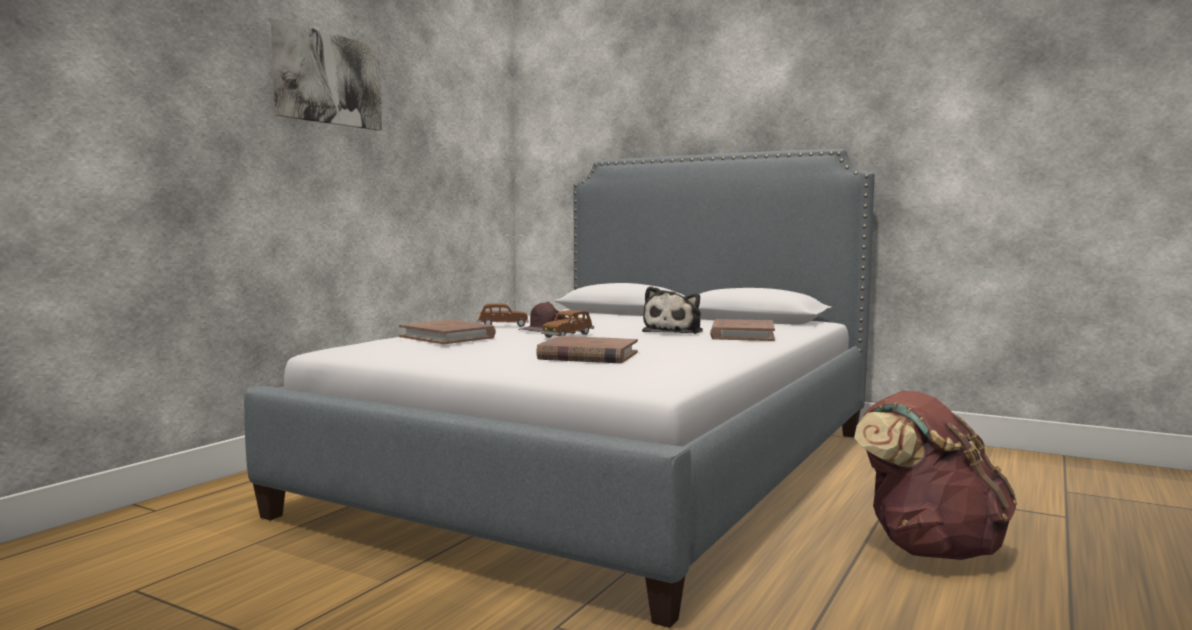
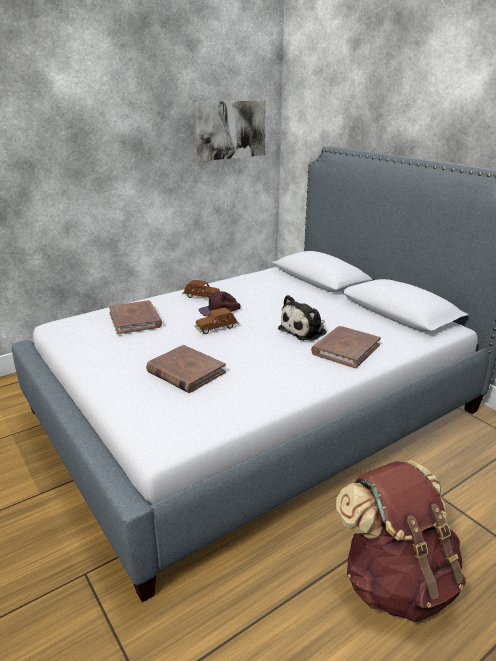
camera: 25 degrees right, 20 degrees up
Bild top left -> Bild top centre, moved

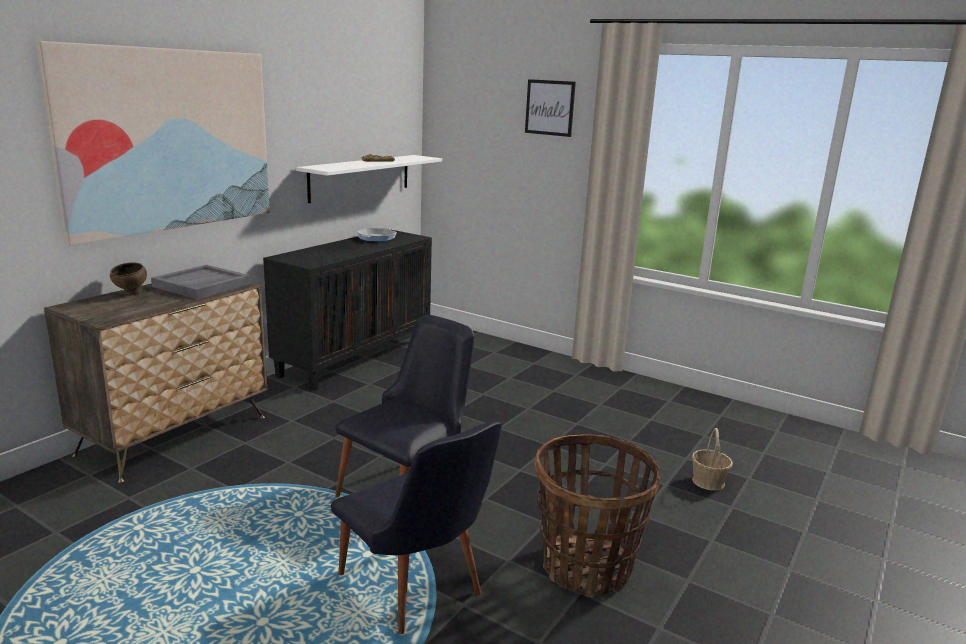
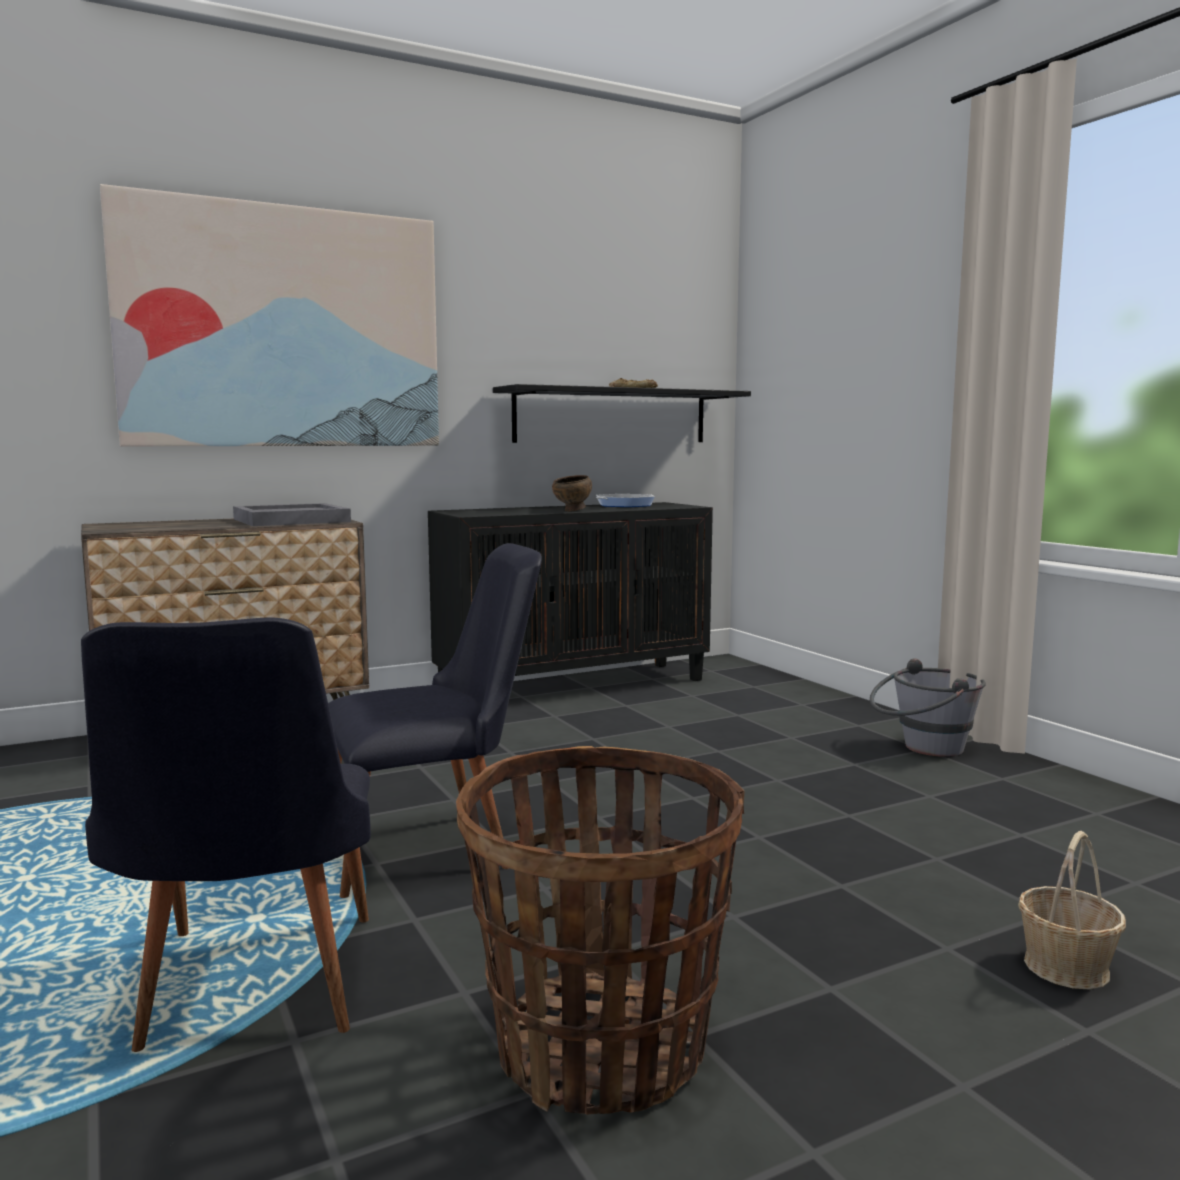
camera: 30 degrees right, 10 degrees down
Schüssel [braun] middle left -> Schüssel [braun] centre, moved
Wandregal [weiß] top centre -> Wandregal [schwarz] centre
Bild (2nd from left) top centre -> none
none -> Eimer [grau] middle right

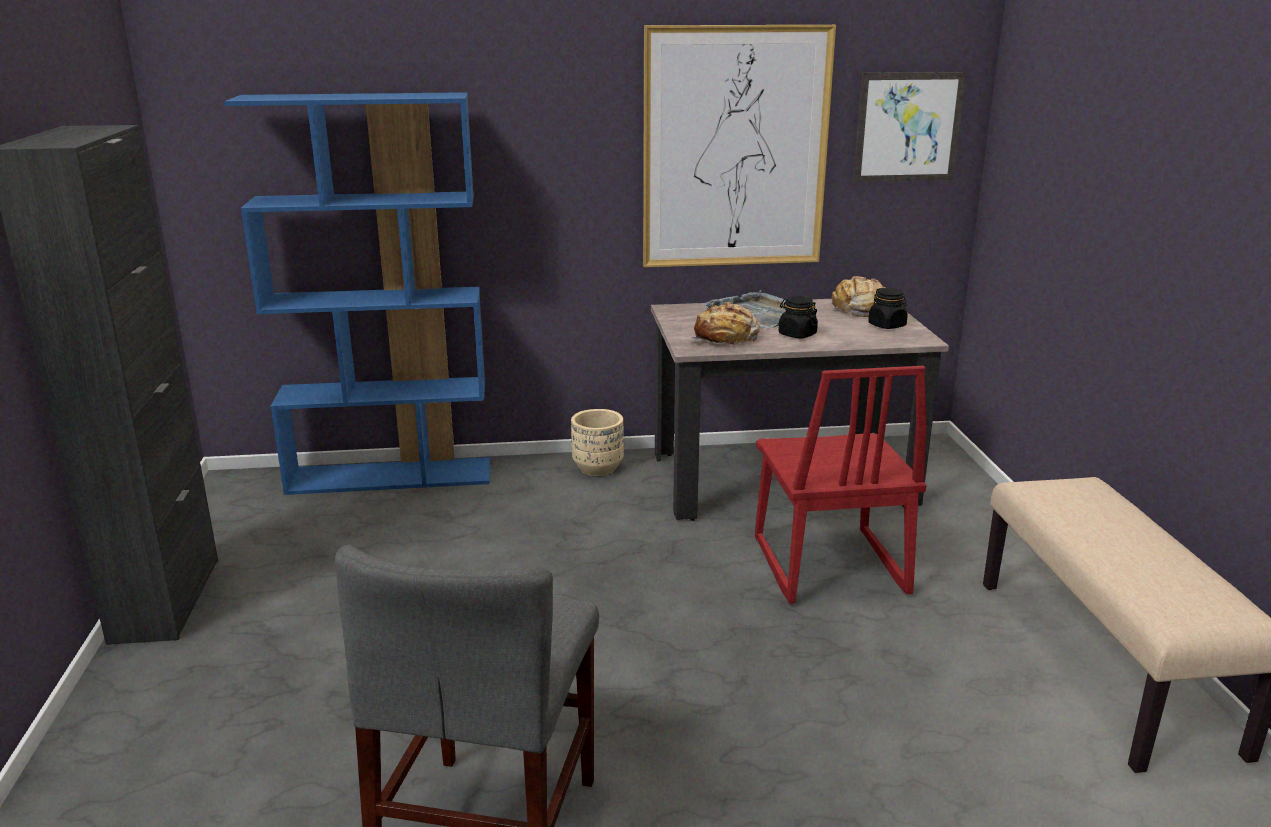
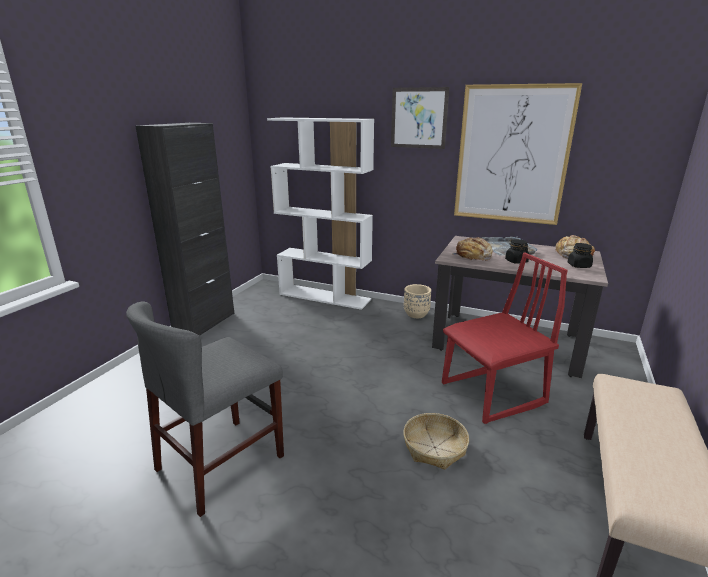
camera: 30 degrees right, 0 degrees up
Bücherregal [blau] middle left -> Bücherregal [weiß] centre
Stuhl [rot] centre -> Stuhl [rot] middle right, 135 degrees counterclockwise
Bild (2nd from left in the first image) top right -> Bild (1st from left) top centre, moved
none -> Korb bottom centre

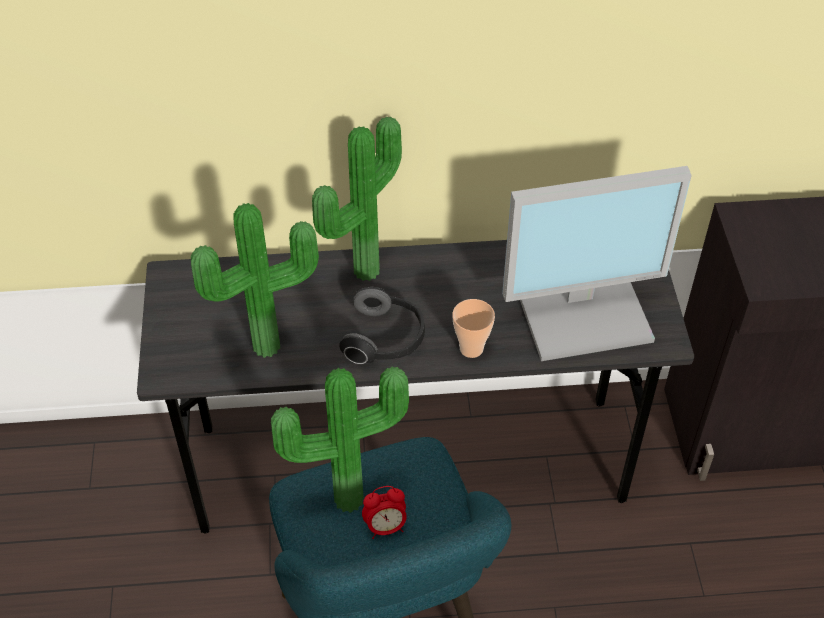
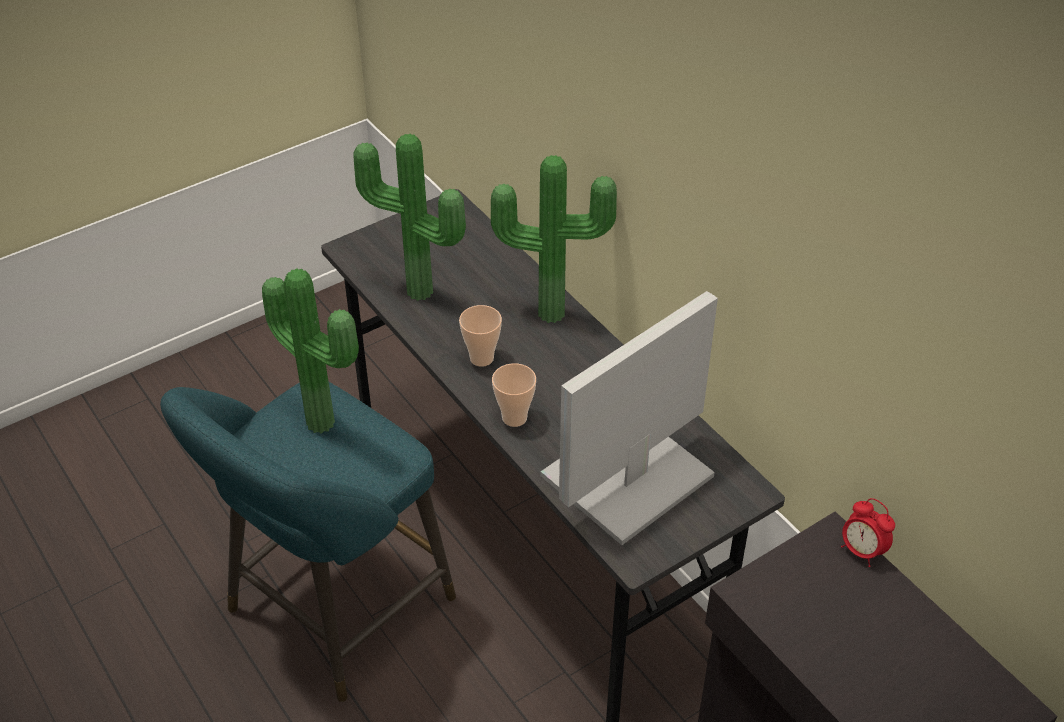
camera: 60 degrees right, 5 degrees down
Kopfhörer centre -> Tasse (1st from left) centre
Wecker bottom centre -> Wecker bottom right, moved
Monitor middle right -> Monitor centre, 90 degrees clockwise

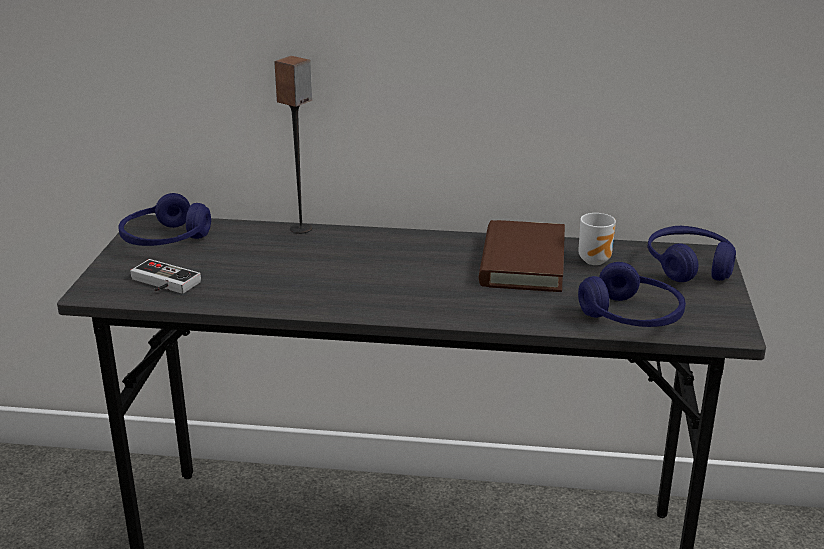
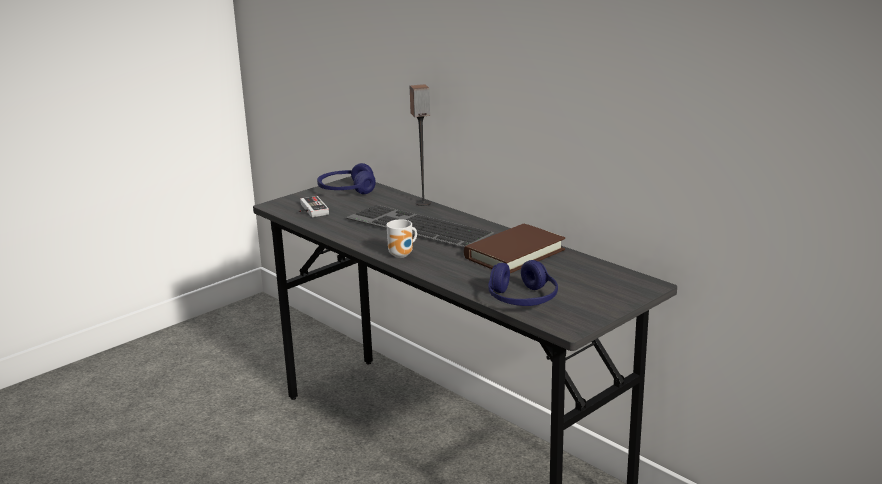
camera: 40 degrees right, 5 degrees down
Henkelbecher middle right -> Henkelbecher centre, moved
Kopfhörer [blau] (3rd from left) middle right -> none
none -> Tastatur centre

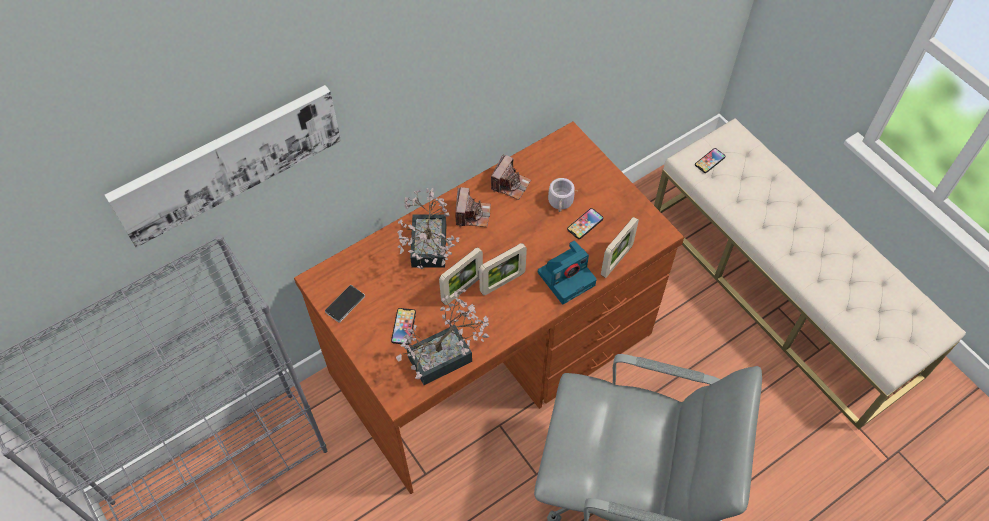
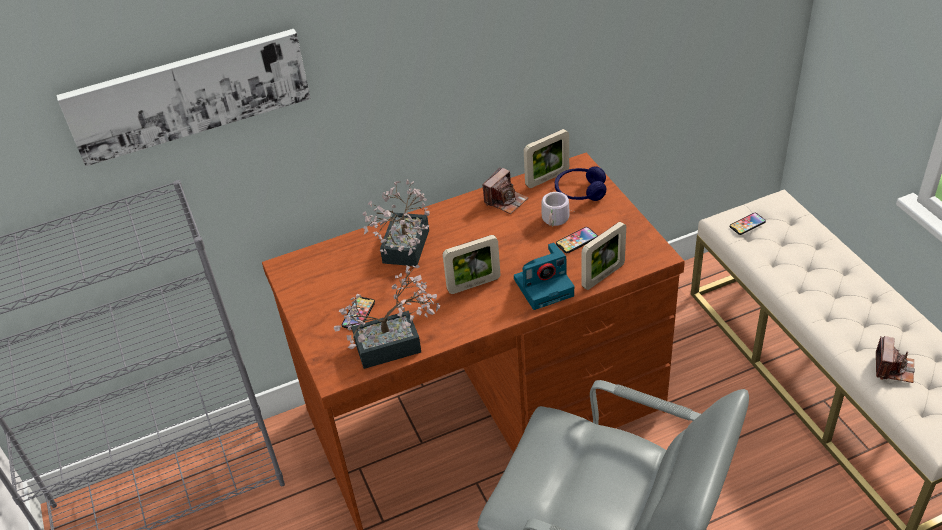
camera: 15 degrees right, 15 degrees down
Handy (1st from left) centre -> none
Bilderrahmen (1st from left in the first image) centre -> Bilderrahmen (2nd from left) top centre, moved
Kamera (1st from left in the first image) centre -> Kamera (3rd from left) bottom right, moved
none -> Kopfhörer [blau] centre

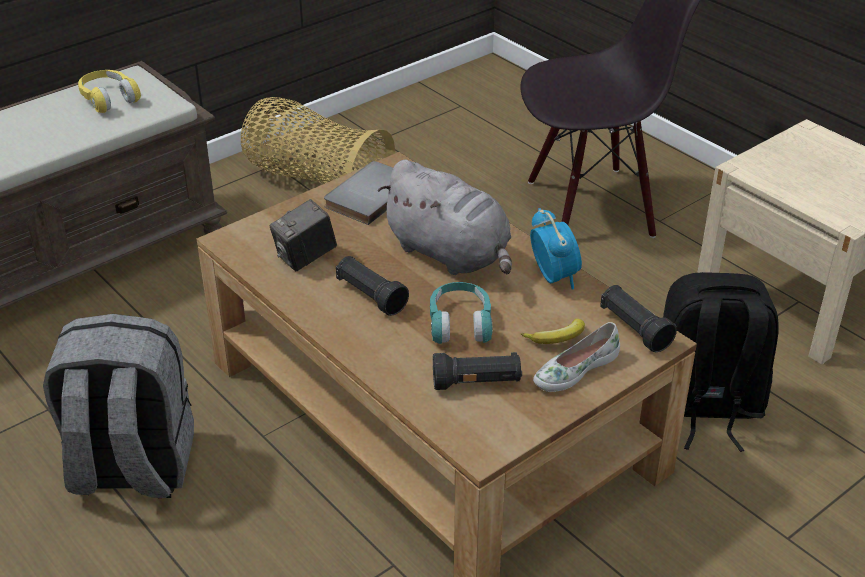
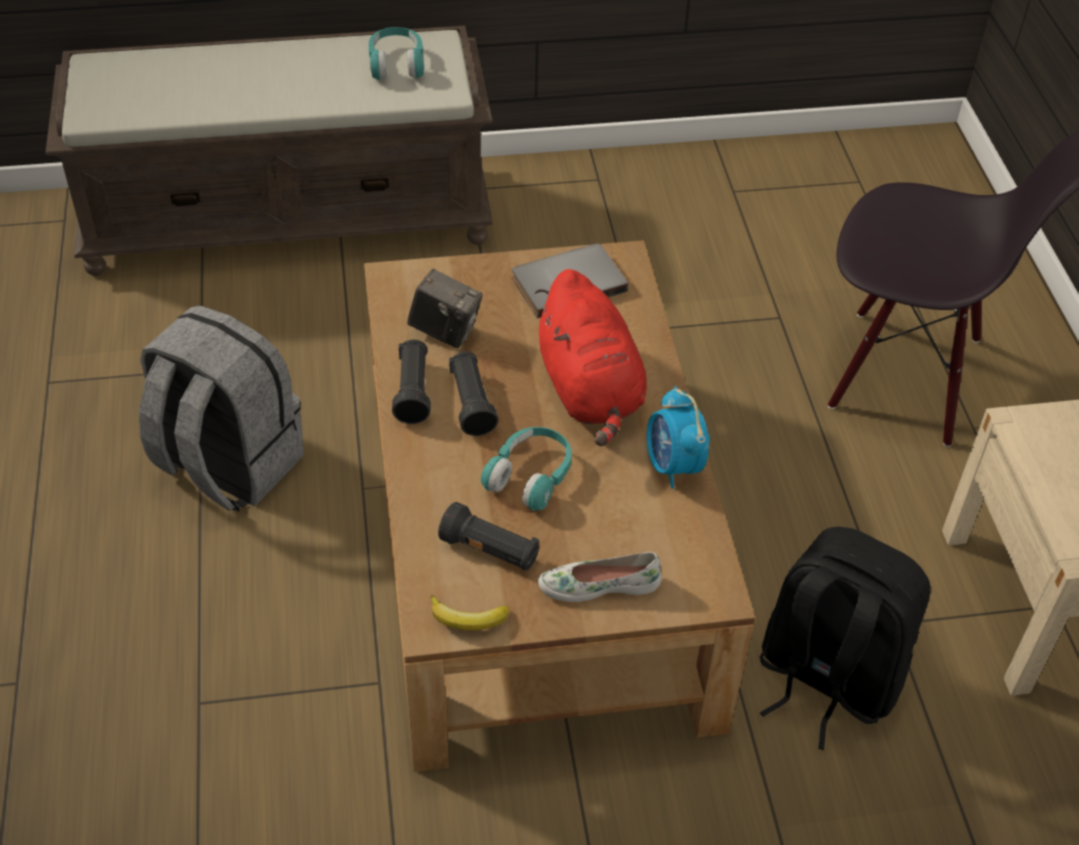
camera: 30 degrees right, 10 degrees up
Kopfhörer [gelb] top left -> Kopfhörer [türkis] (1st from left) top centre
Korb top centre -> none
Kamera centre, 150 degrees counterclockwise
Plüschtier [grau] centre -> Plüschtier [rot] centre
Banane centre -> Banane bottom centre, moved
Wecker centre, 150 degrees clockwise
Taschenlampe [schwarz] (3rd from left in the first image) middle right -> Taschenlampe [schwarz] (1st from left) centre, moved

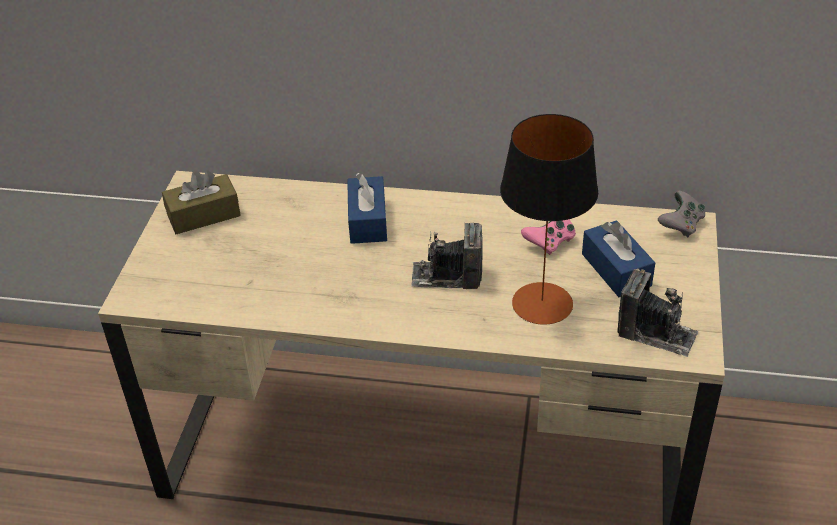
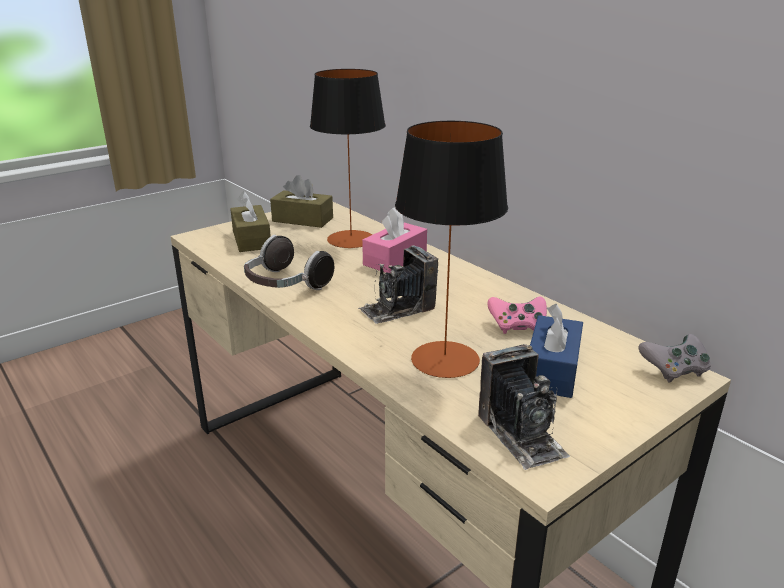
camera: 40 degrees right, 15 degrees down
Taschentuchbox [blau] (1st from left) centre -> Taschentuchbox [rosa] centre
Kamera (1st from left) centre, 75 degrees counterclockwise
none -> Taschentuchbox [braun] (1st from left) middle left
none -> Kopfhörer centre
none -> Tischlampe (1st from left) top centre

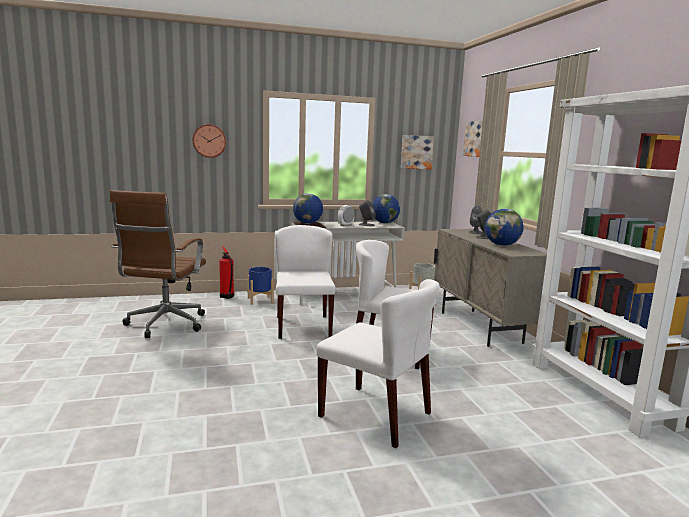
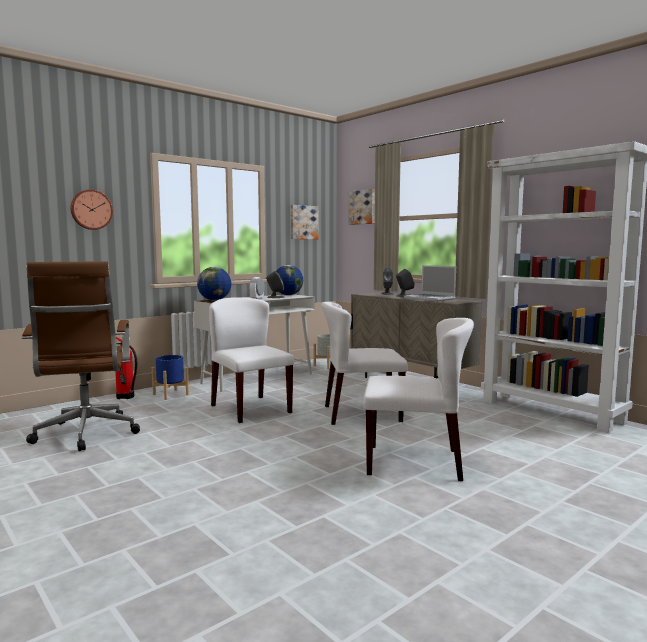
camera: 25 degrees left, 5 degrees down
Globus (3rd from left) middle right -> Laptop centre

